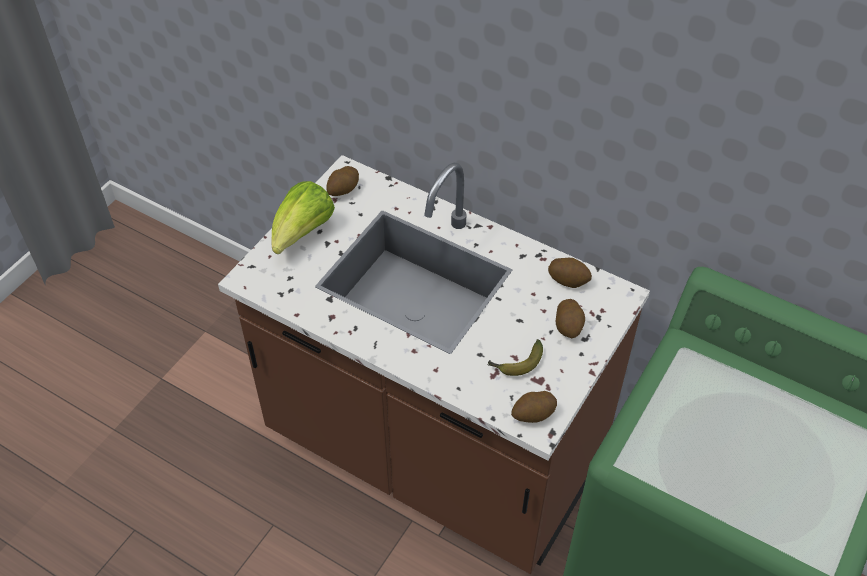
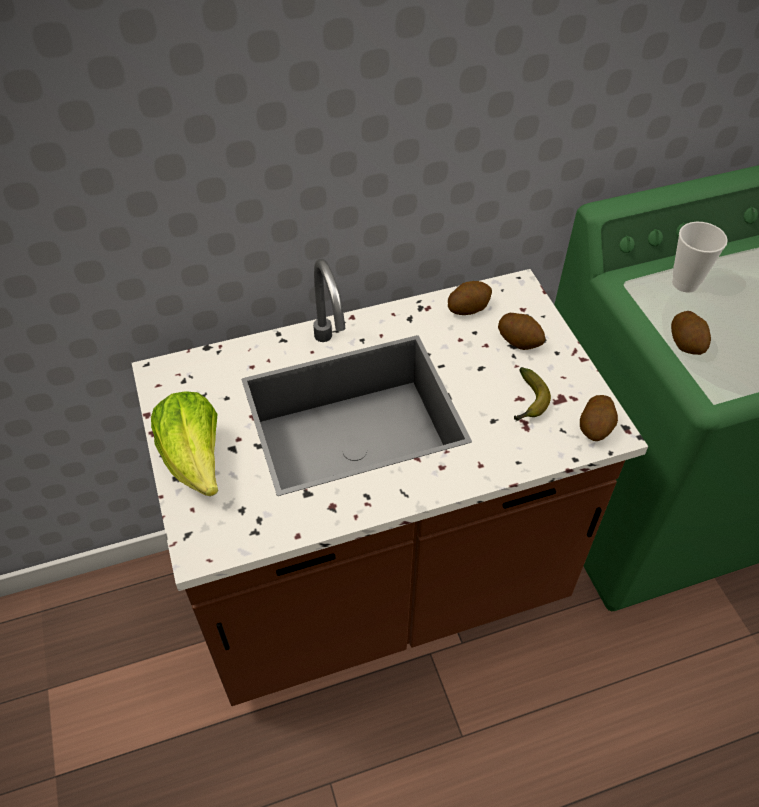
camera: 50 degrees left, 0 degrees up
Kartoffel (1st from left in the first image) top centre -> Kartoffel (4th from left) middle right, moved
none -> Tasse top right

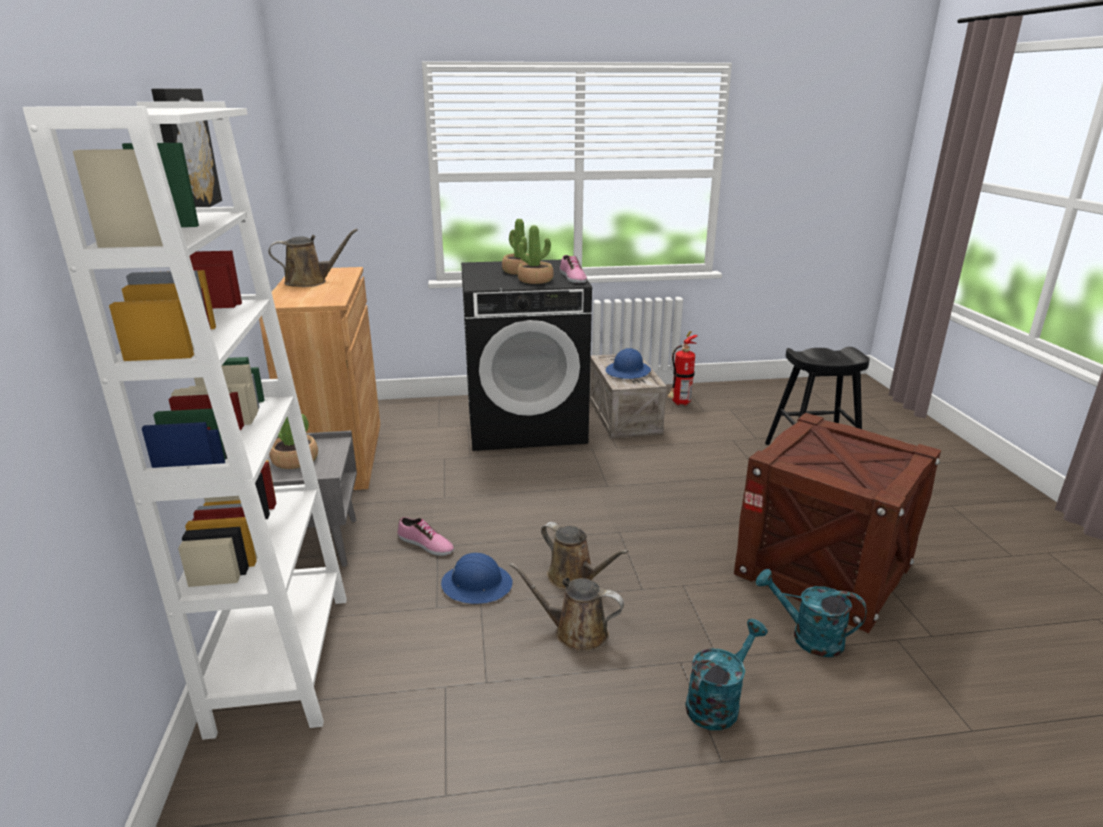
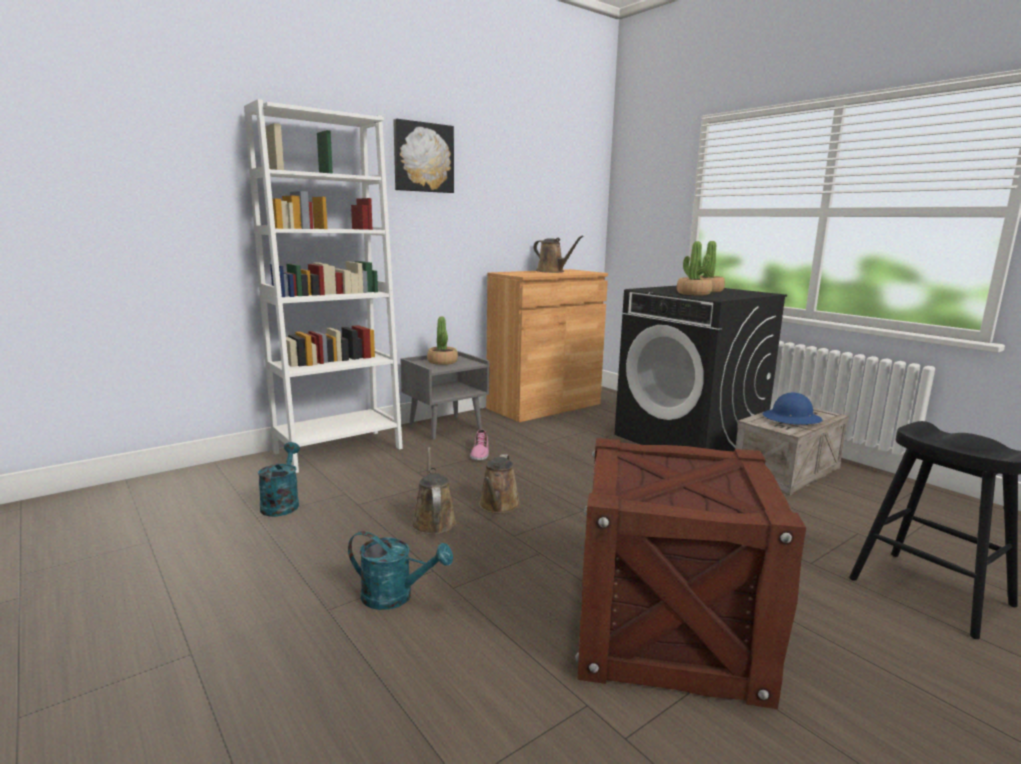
camera: 60 degrees right, 10 degrees down
Schutzhelm [blau] (1st from left) bottom centre -> none
Schuh (2nd from left) top centre -> none
Feuerlöscher centre -> none
Gießkanne [türkis] (2nd from left in the first image) bottom right -> Gießkanne [türkis] (1st from left) middle left, moved

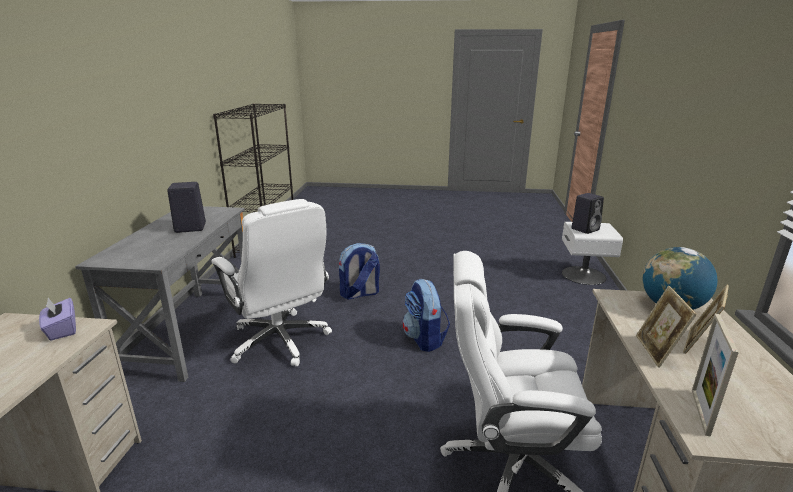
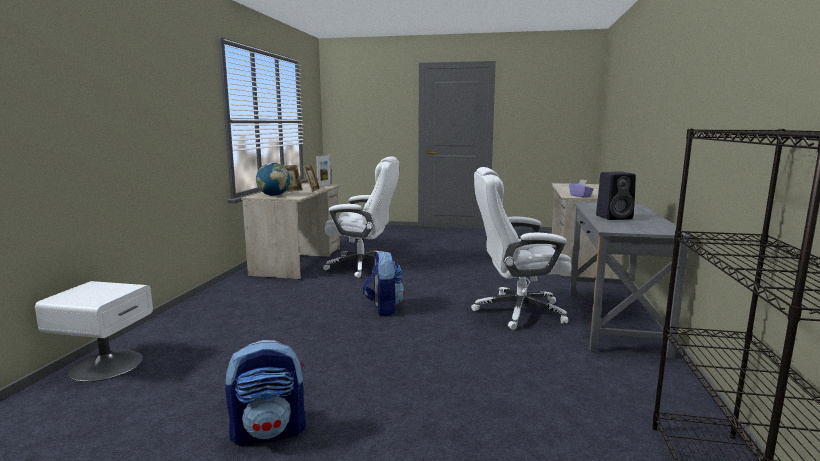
camera: 175 degrees left, 10 degrees down
Bürostuhl [weiß] (1st from left in the first image) centre -> Bürostuhl [weiß] (2nd from left) centre, 60 degrees counterclockwise
Rucksack (1st from left) centre -> Rucksack (1st from left) bottom left, moved
Lautsprecher [schwarz] (2nd from left) middle right -> none

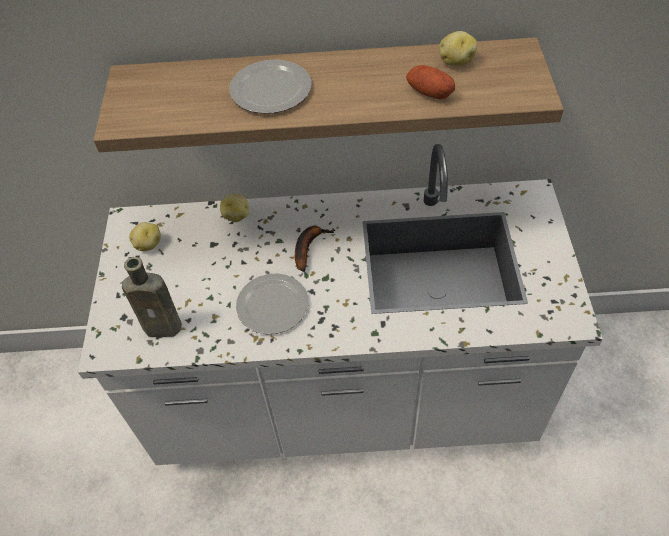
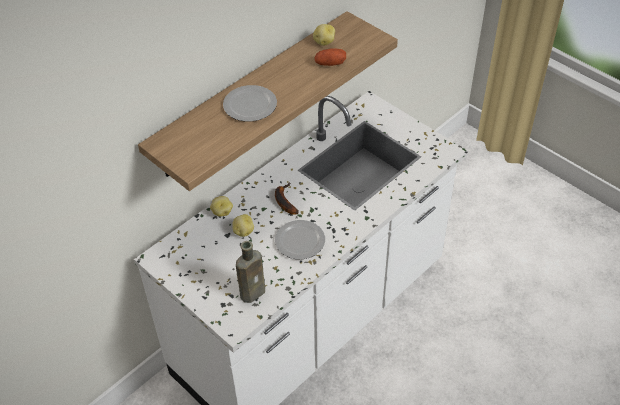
camera: 45 degrees left, 5 degrees down
Kartoffel (1st from left in the first image) middle left -> Kartoffel (2nd from left) centre, moved

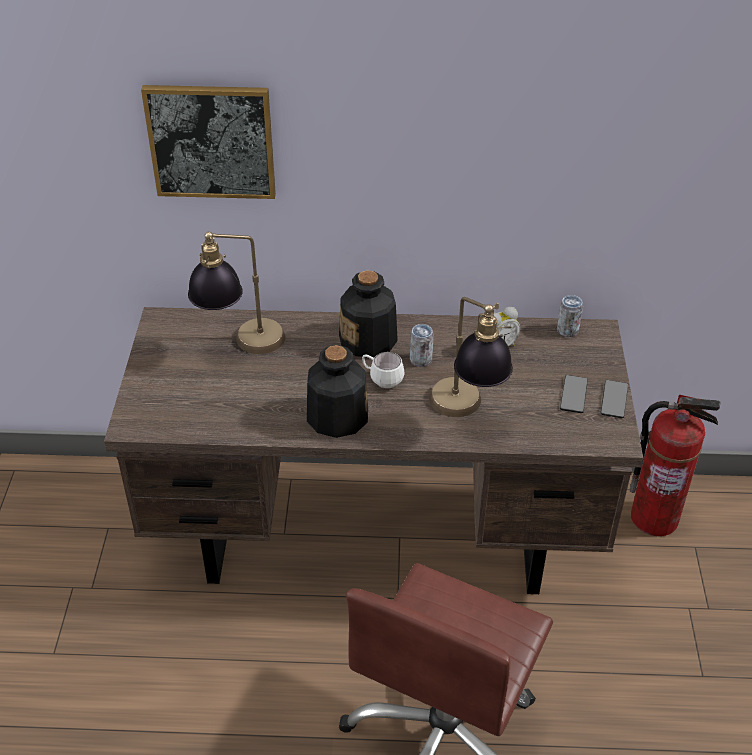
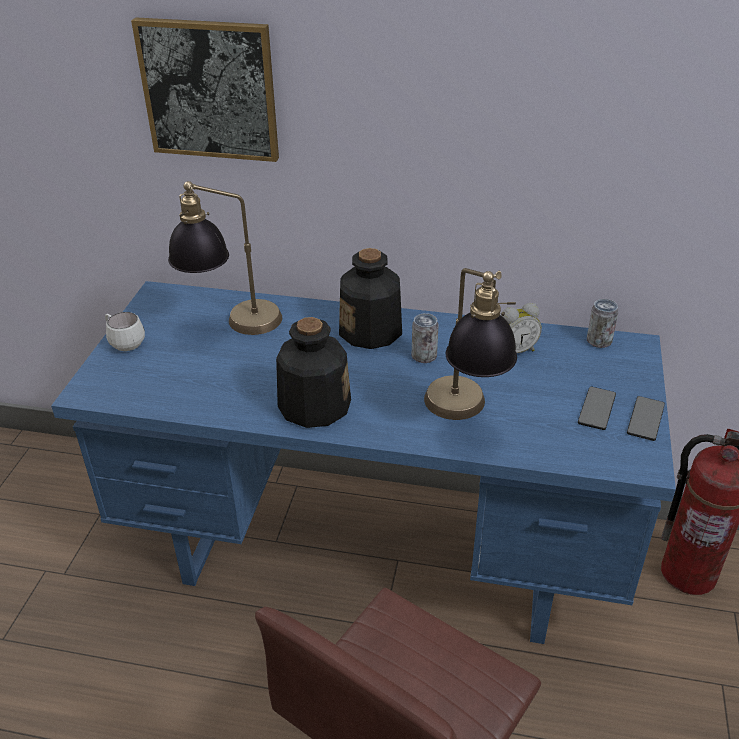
camera: 10 degrees right, 5 degrees down
Schreibtisch [braun] centre -> Schreibtisch [blau] centre
Henkelbecher [weiß] centre -> Henkelbecher [weiß] middle left, moved

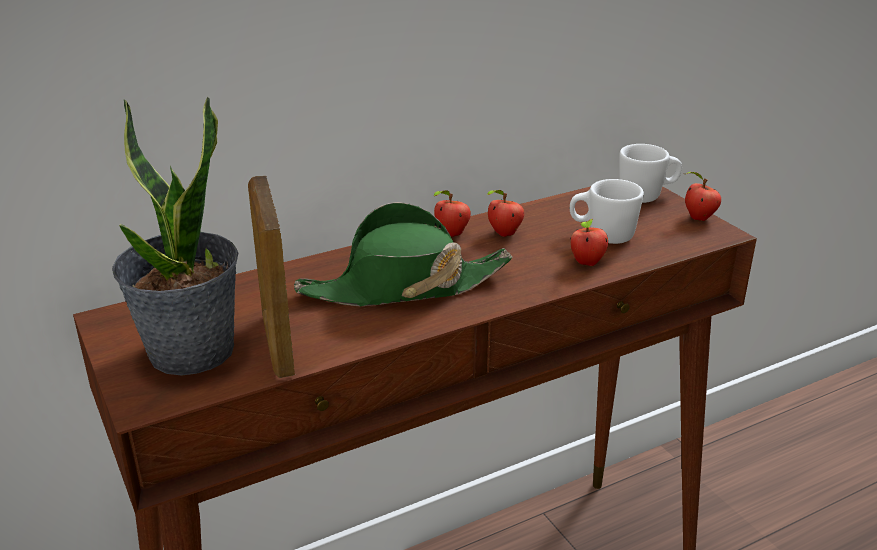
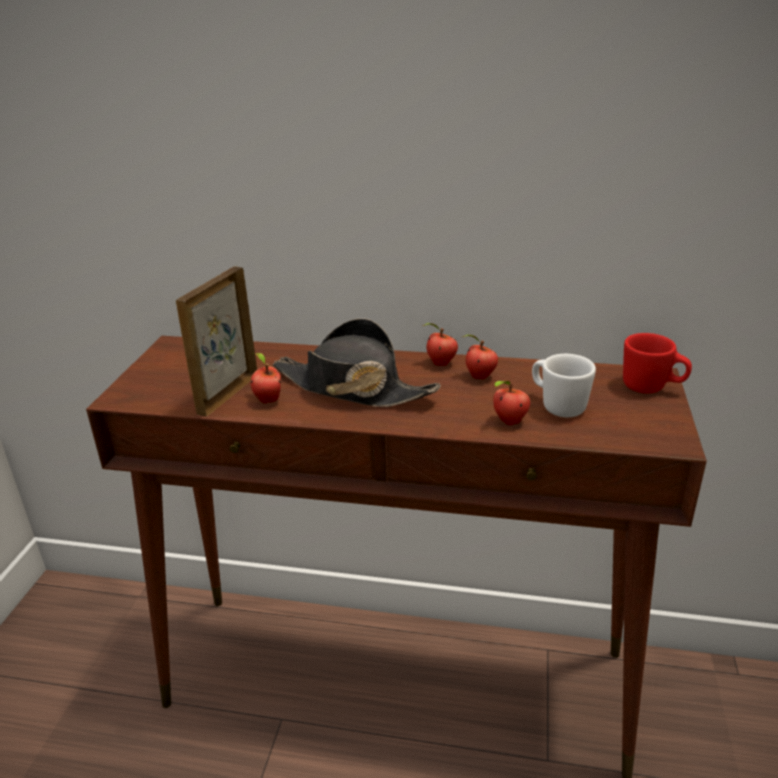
camera: 40 degrees right, 0 degrees up
Topfpflanze middle left -> none
Hut [grün] centre -> Hut [schwarz] centre
Henkelbecher [weiß] (2nd from left) top right -> Henkelbecher [rot] middle right
Apfel (4th from left in the first image) middle right -> Apfel (1st from left) centre, moved

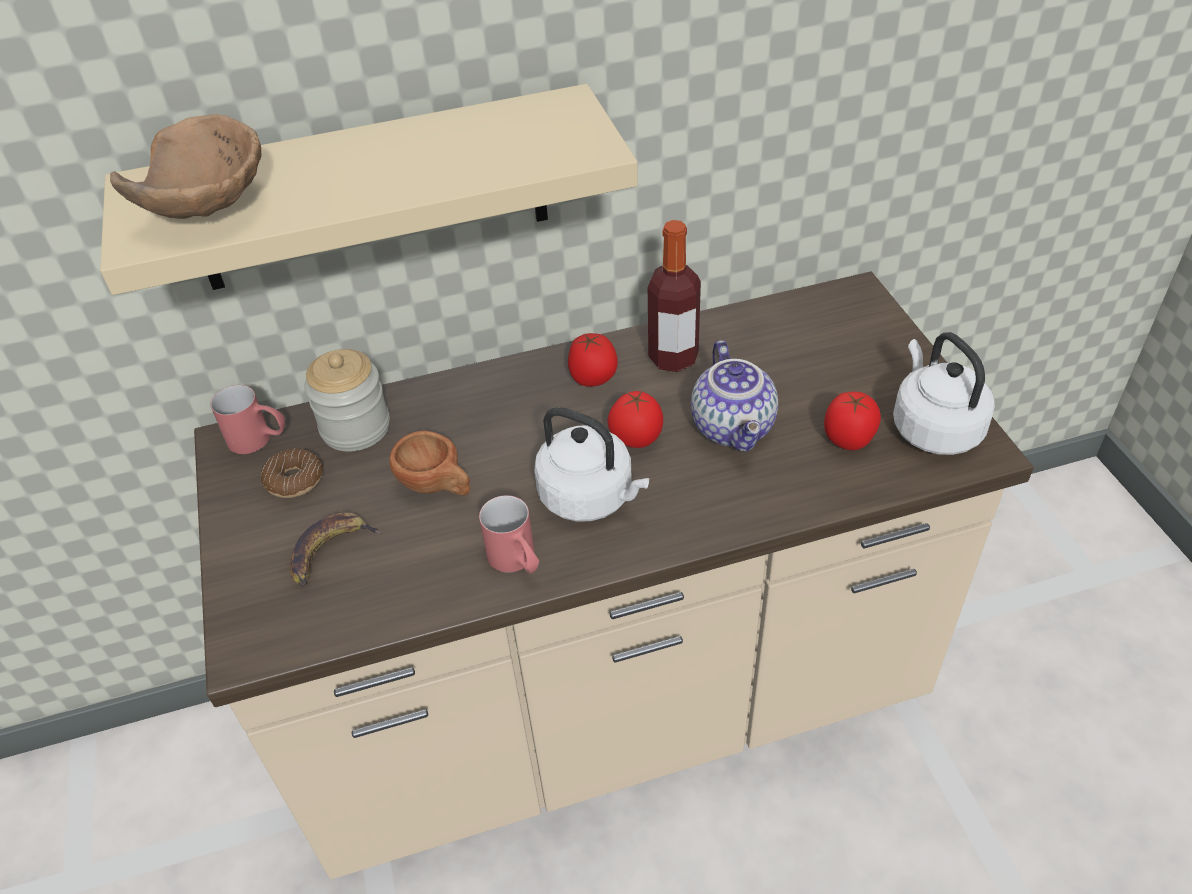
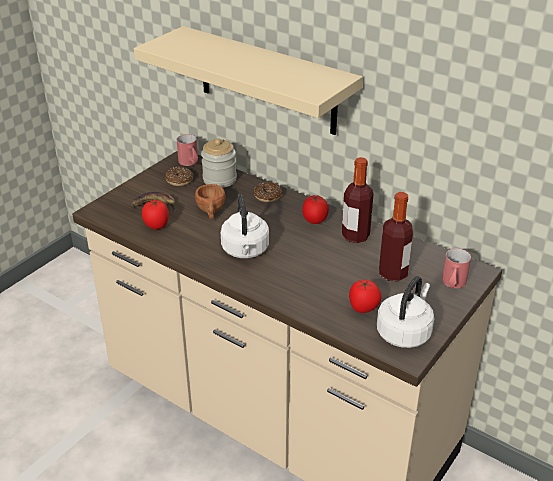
camera: 50 degrees right, 10 degrees down
Schüssel [braun] top left -> none
Henkelbecher [rot] (2nd from left) centre -> Henkelbecher [rot] (2nd from left) middle right, moved
Tomate (2nd from left in the first image) centre -> Tomate (1st from left) middle left, moved
Teekanne centre -> none
none -> Donut (2nd from left) centre
none -> Flasche (2nd from left) middle right

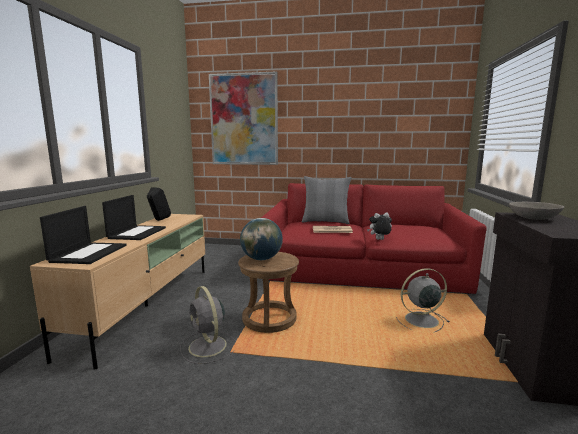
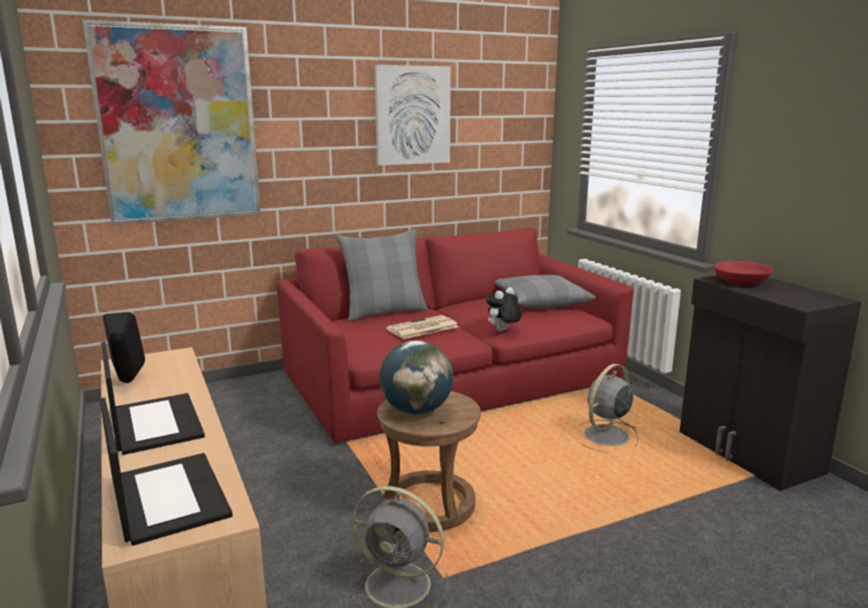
camera: 35 degrees left, 5 degrees up
Schüssel [grau] middle right -> Schüssel [rot] middle right
none -> Bild (2nd from left) top centre
none -> Kissen [grau] (2nd from left) centre

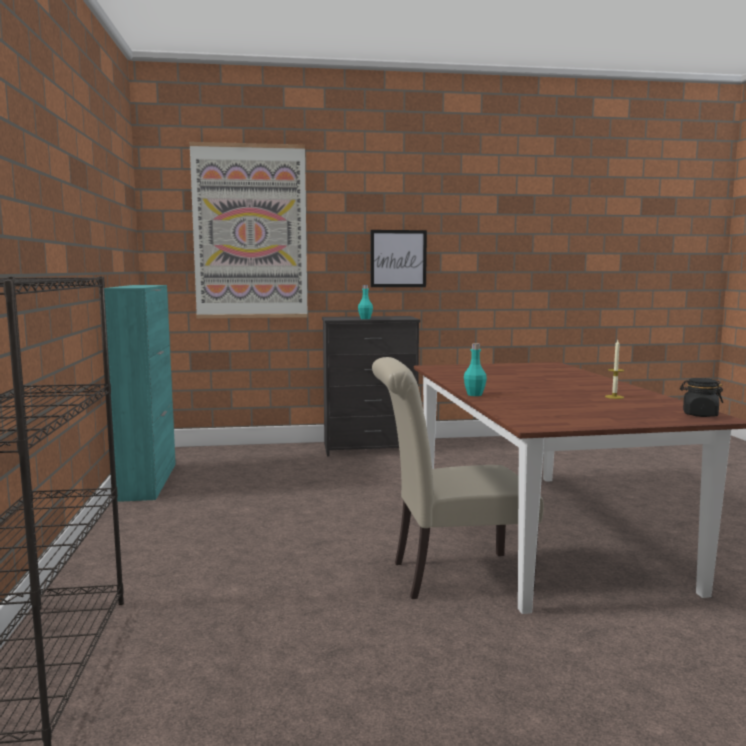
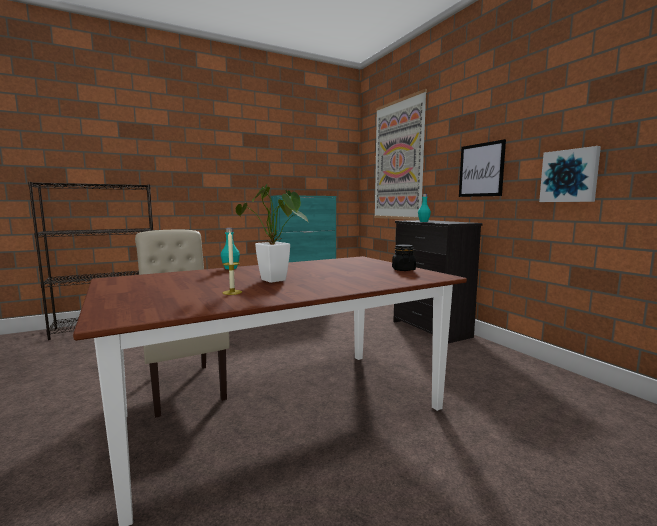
camera: 70 degrees right, 0 degrees up
Vorratsglas [schwarz] middle right -> Vorratsglas [schwarz] centre, moved
none -> Topfpflanze centre
none -> Bild (3rd from left) top right

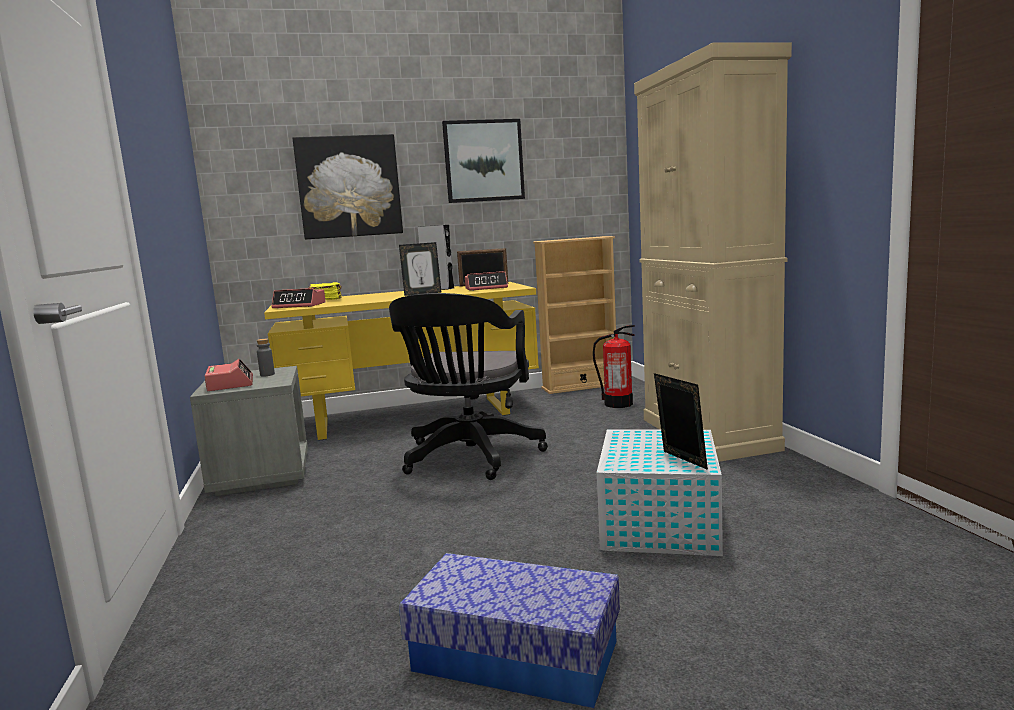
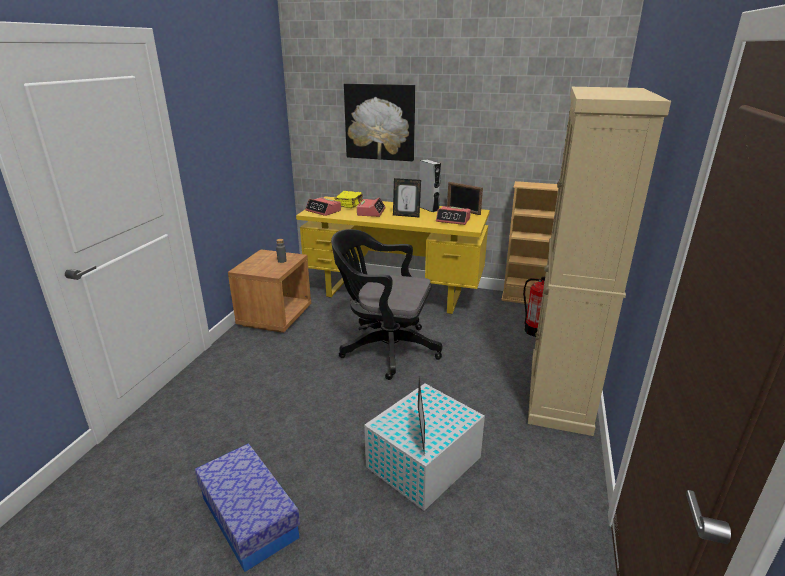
camera: 30 degrees right, 15 degrees up
Nachttisch [grau] middle left -> Nachttisch [braun] centre
Wecker (1st from left in the first image) middle left -> Wecker (2nd from left) centre, moved
Bürostuhl [schwarz] centre, 60 degrees clockwise
Bild (2nd from left) top centre -> none

